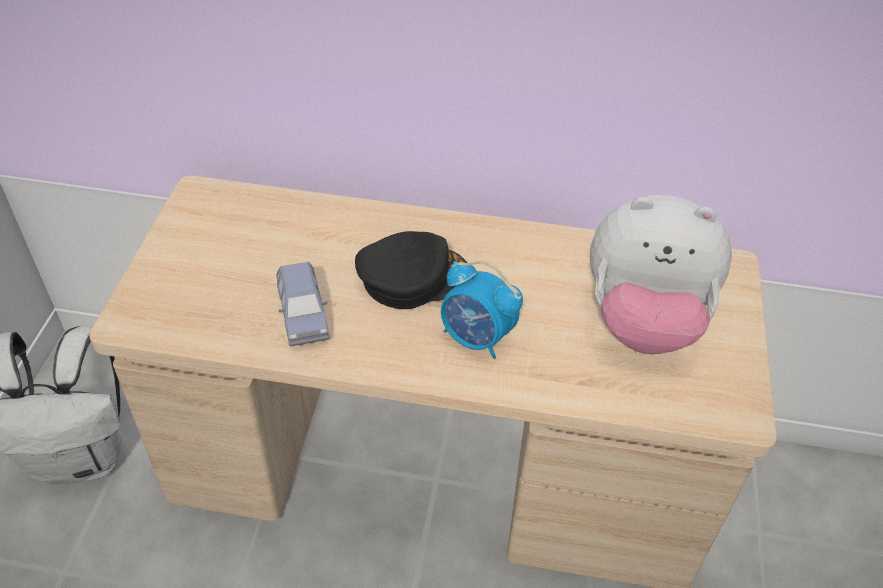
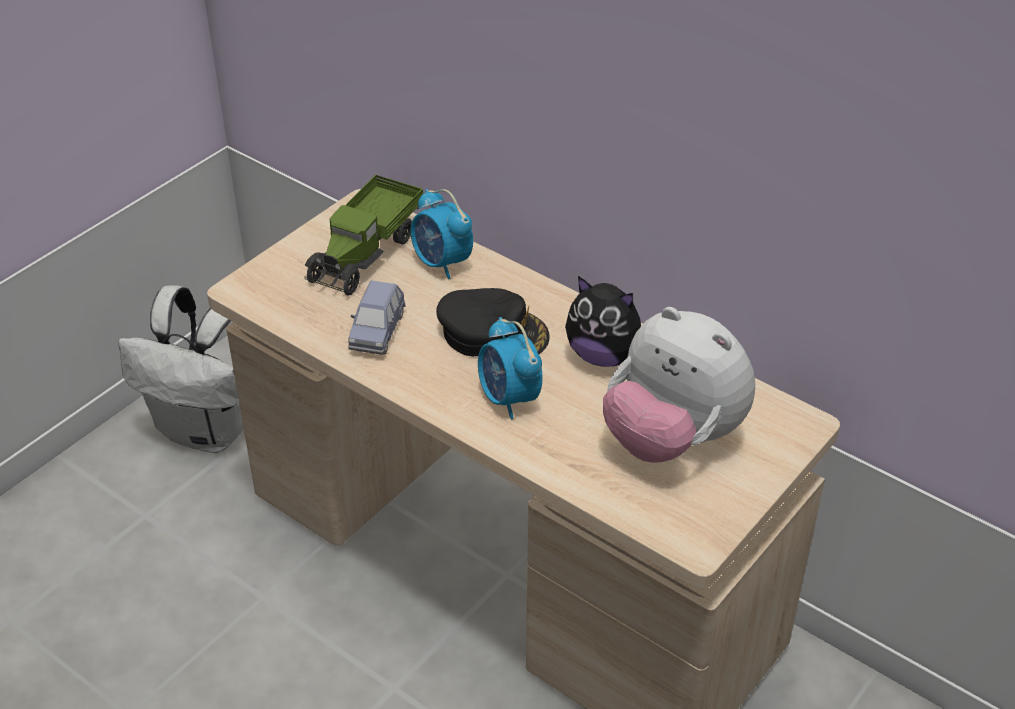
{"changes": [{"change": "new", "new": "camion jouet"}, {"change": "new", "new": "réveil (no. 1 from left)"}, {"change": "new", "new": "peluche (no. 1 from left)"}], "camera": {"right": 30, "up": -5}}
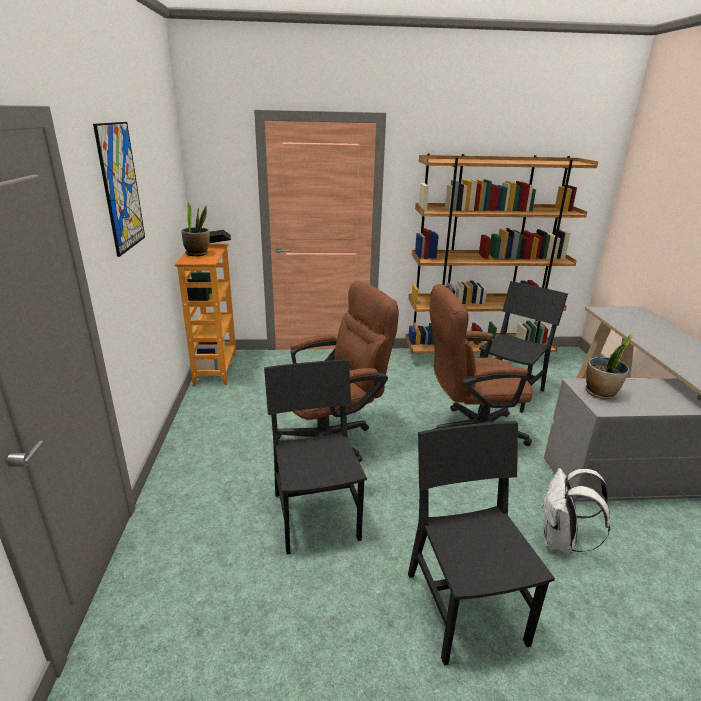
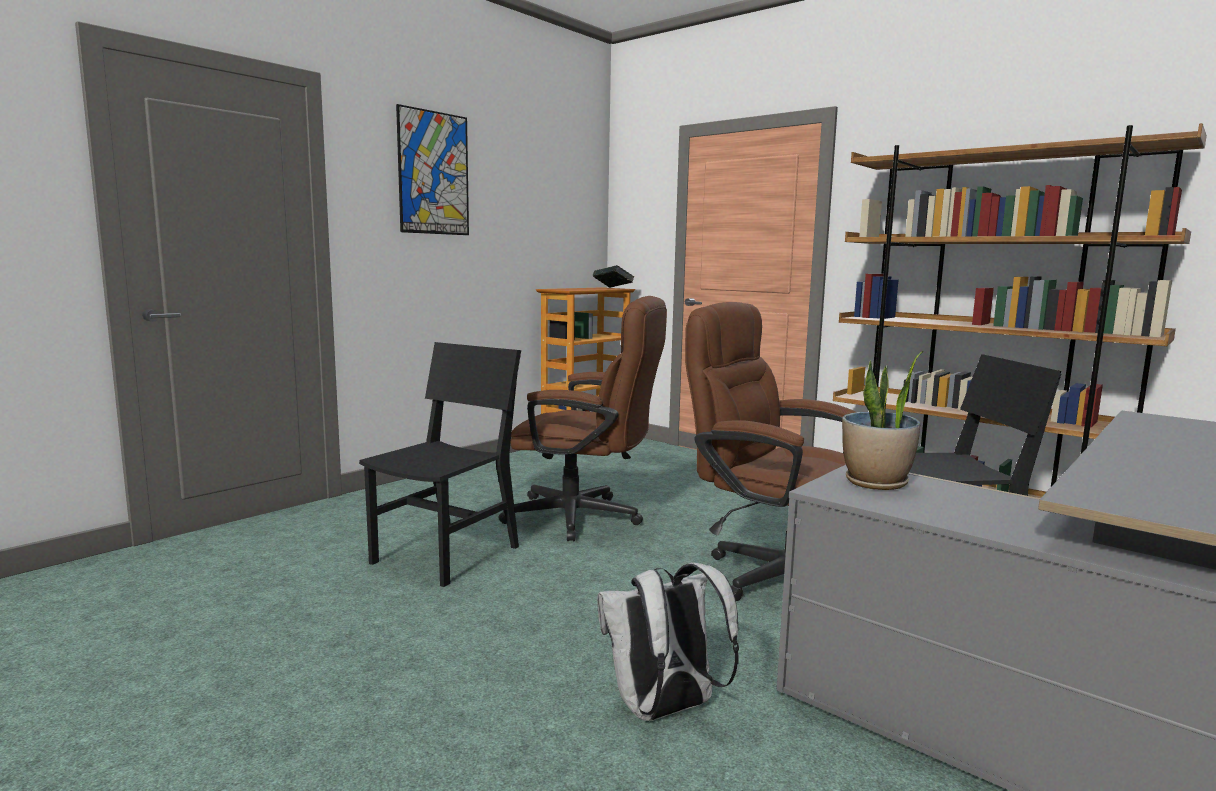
{"changes": [{"change": "gone", "old": "plante en pot (no. 1 from left)"}, {"change": "gone", "old": "chaise (noir) (no. 2 from left)"}], "camera": {"right": 45, "up": -15}}
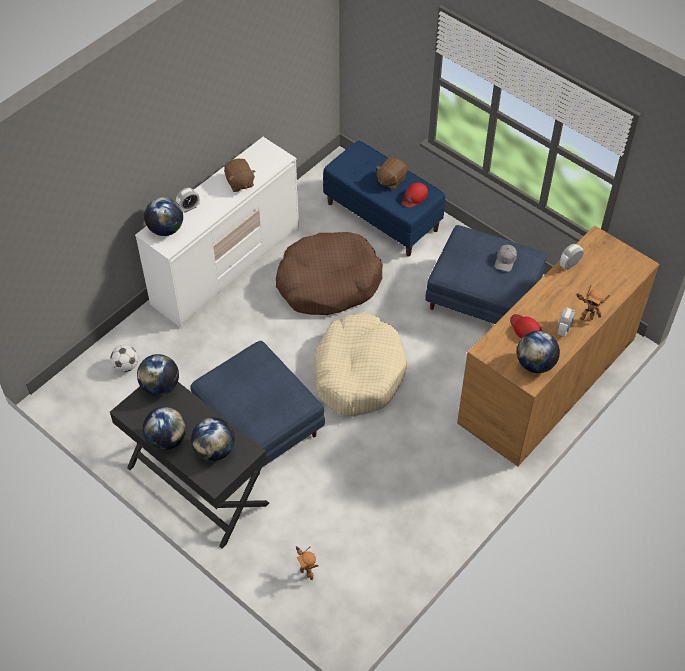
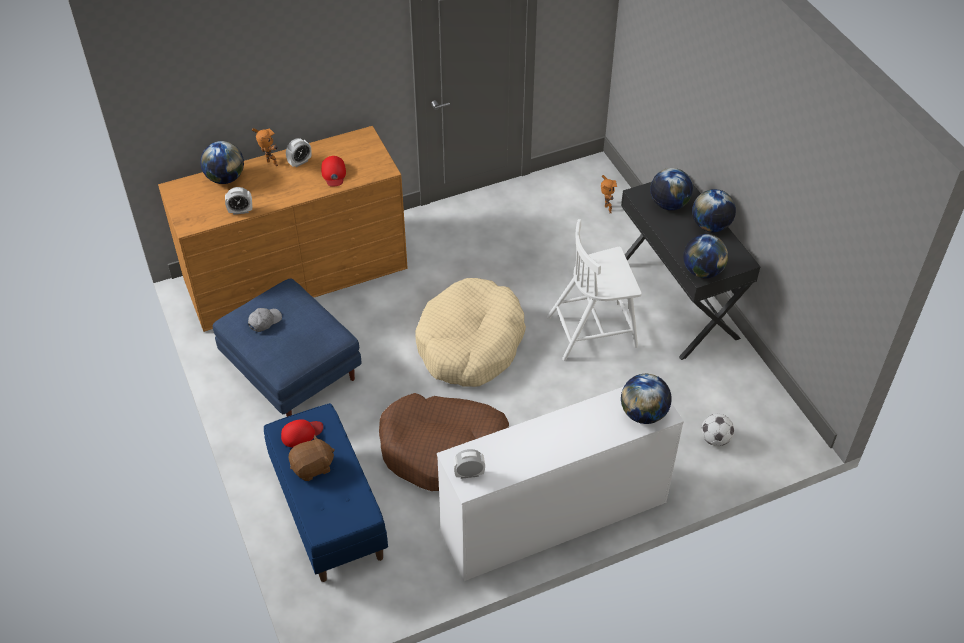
{"changes": [{"change": "gone", "old": "peluche (marron) (no. 1 from left)"}, {"change": "shifted", "old": "réveil (no. 1 from left in the first image)", "new": "réveil (no. 3 from left)"}, {"change": "shifted", "old": "globe (no. 5 from left in the first image)", "new": "globe (no. 1 from left)"}, {"change": "swapped", "old": "pouf (bleu) (no. 1 from left)", "new": "chaise (blanc)"}], "camera": {"right": -155, "up": -5}}
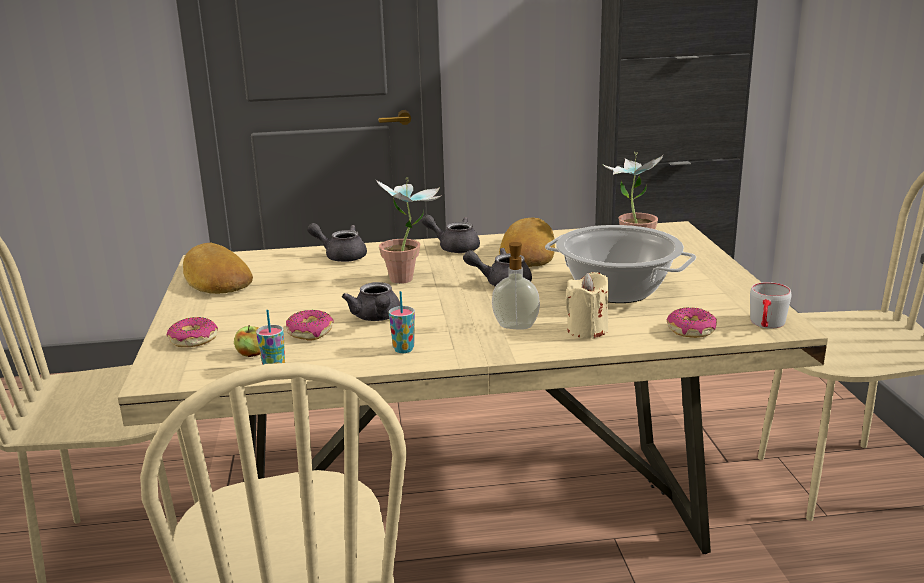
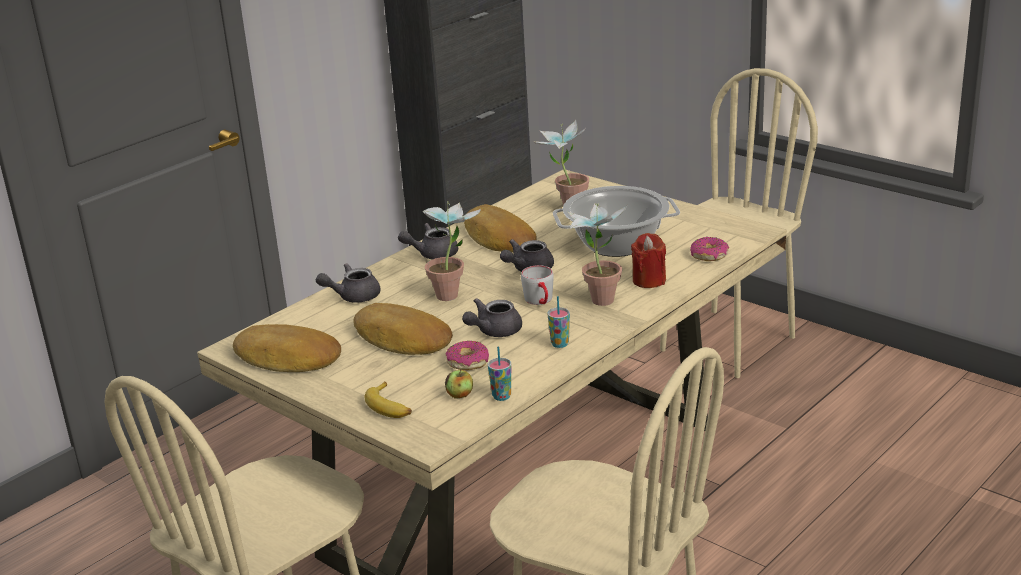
{"changes": [{"change": "new", "new": "pain (no. 2 from left)"}, {"change": "shifted", "old": "mug (gris)"}, {"change": "swapped", "old": "beignet (no. 1 from left)", "new": "banane"}, {"change": "swapped", "old": "distributeur de savon", "new": "plante en pot (no. 3 from left)"}, {"change": "repainted", "old": "bougie (beige)", "new": "bougie (rouge)"}, {"change": "rotated", "old": "théière (gris) (no. 2 from left in the first image)", "degrees": 105}], "camera": {"right": -40, "up": 5}}
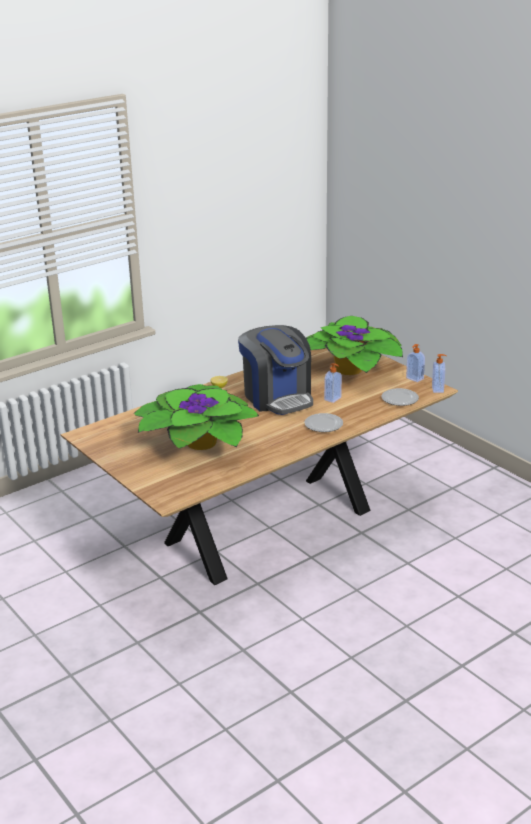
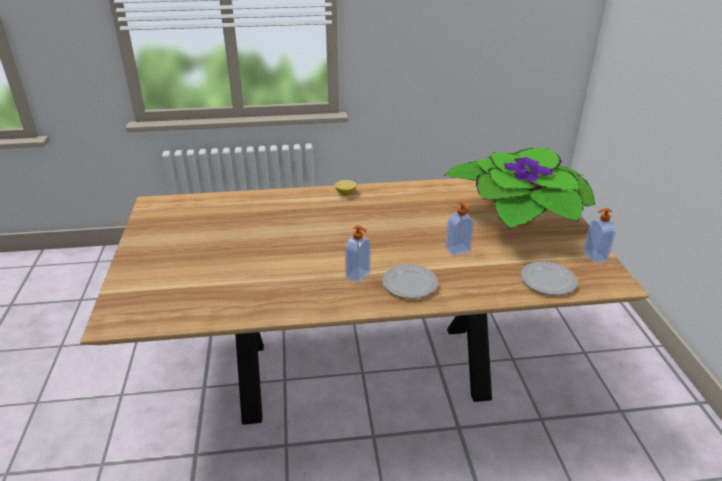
{"changes": [{"change": "gone", "old": "plante en pot (no. 1 from left)"}, {"change": "gone", "old": "machine à café"}, {"change": "shifted", "old": "distributeur de savon (no. 3 from left in the first image)", "new": "distributeur de savon (no. 1 from left)"}], "camera": {"right": 30, "up": 5}}
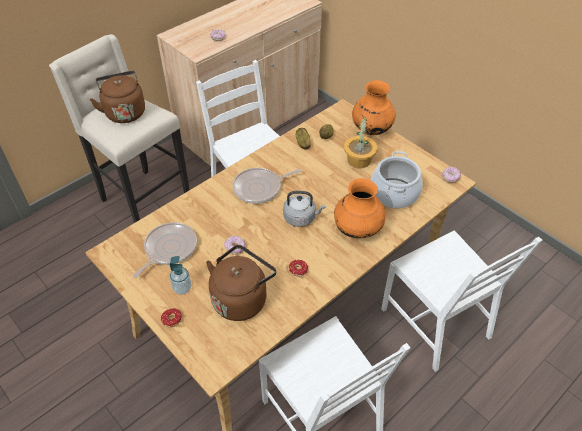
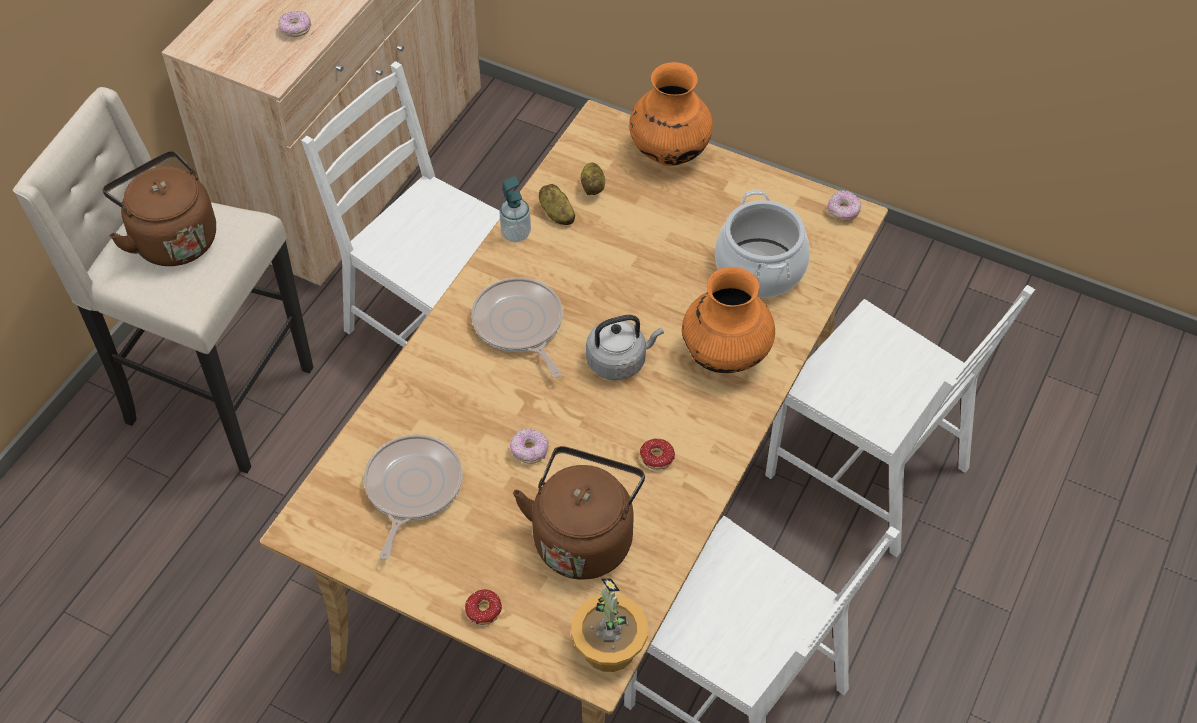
{"changes": [{"change": "shifted", "old": "distributeur de savon"}, {"change": "shifted", "old": "plante en pot"}, {"change": "rotated", "old": "poêle (no. 2 from left)", "degrees": 105}], "camera": {"right": -20, "up": 5}}
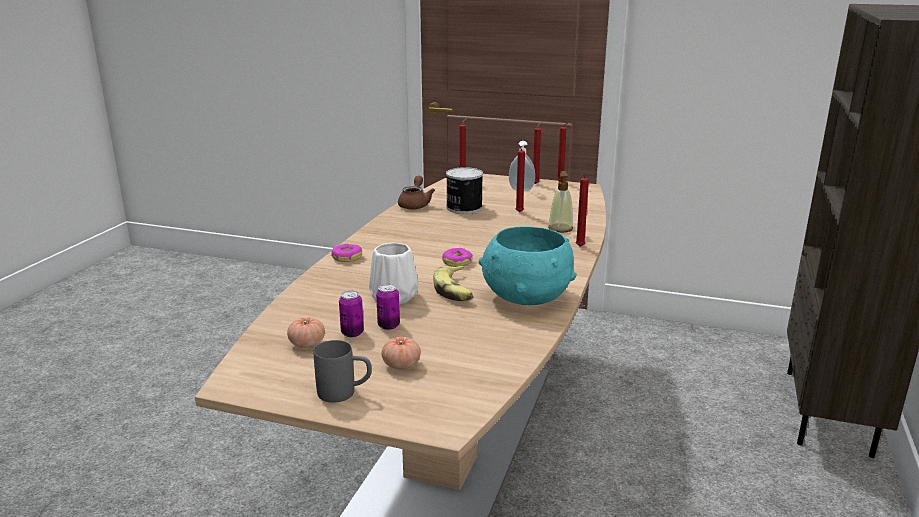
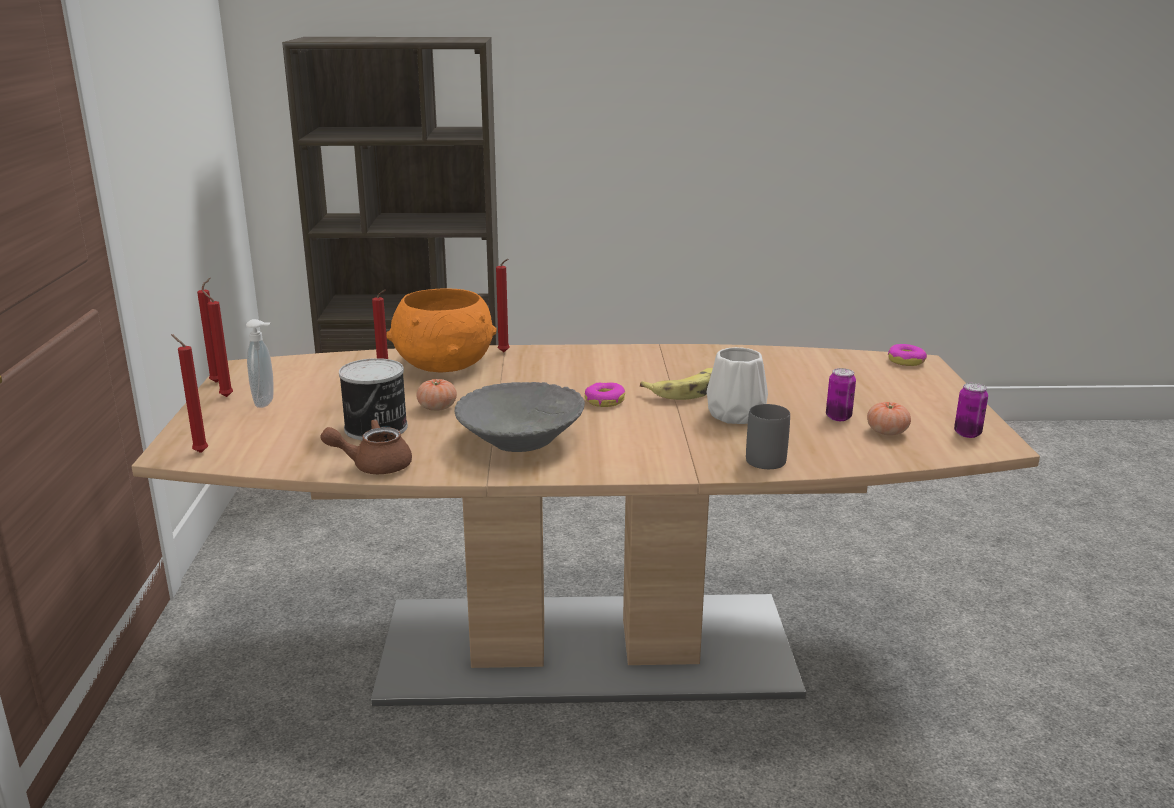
{"changes": [{"change": "gone", "old": "bol (turquoise)"}, {"change": "new", "new": "bol (gris)"}, {"change": "shifted", "old": "mug (gris)"}, {"change": "shifted", "old": "beignet (no. 1 from left in the first image)", "new": "beignet (no. 2 from left)"}, {"change": "shifted", "old": "boîte métallique (no. 2 from left in the first image)", "new": "boîte métallique (no. 3 from left)"}, {"change": "shifted", "old": "tomate (no. 2 from left in the first image)", "new": "tomate (no. 1 from left)"}, {"change": "swapped", "old": "distributeur de savon (no. 2 from left)", "new": "bol (orange)"}], "camera": {"right": -110, "up": 0}}
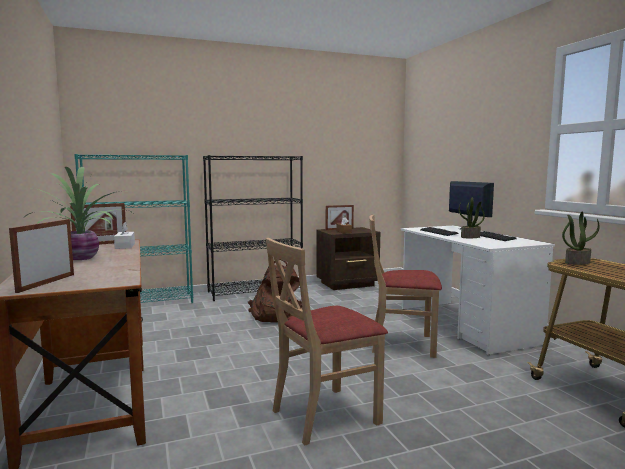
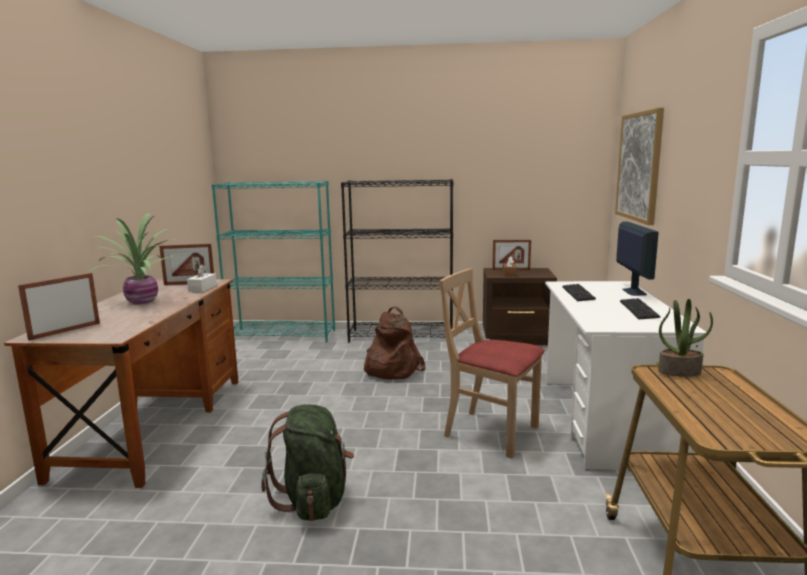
{"changes": [{"change": "gone", "old": "plante en pot (no. 2 from left)"}, {"change": "new", "new": "tableau"}, {"change": "swapped", "old": "chaise (beige) (no. 1 from left)", "new": "sac à dos (vert)"}], "camera": {"right": 25, "up": 5}}
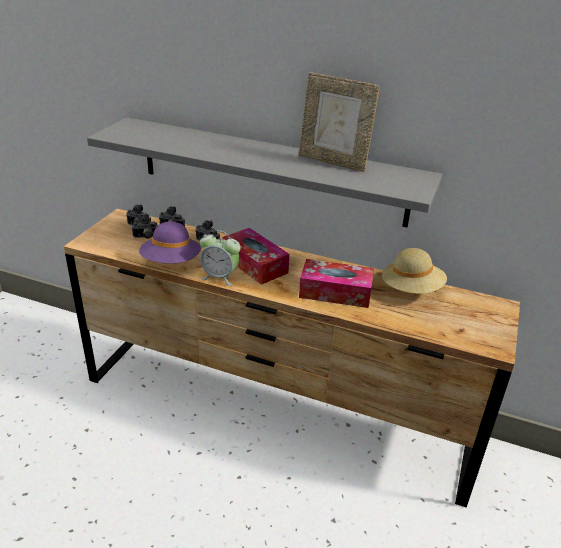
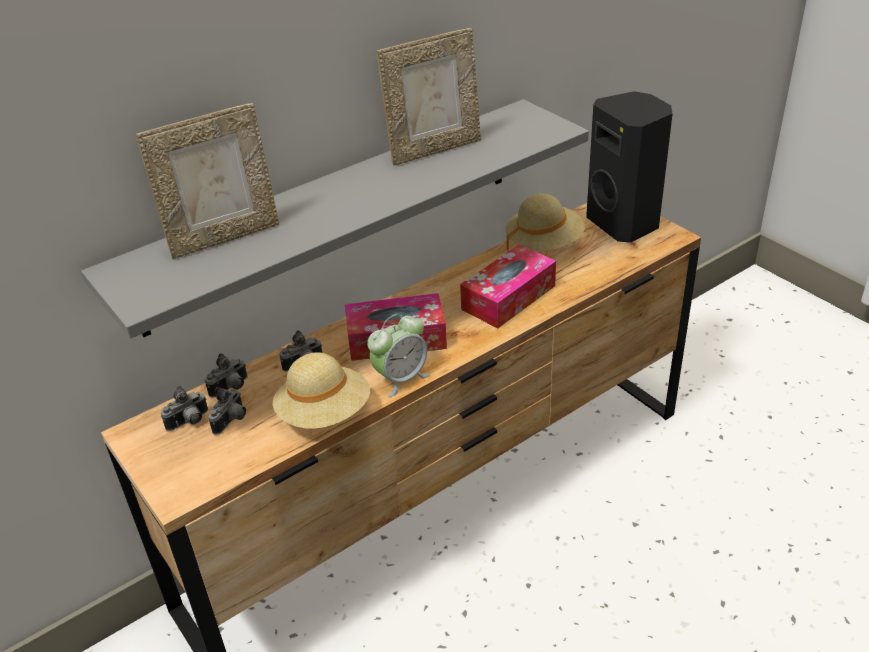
{"changes": [{"change": "new", "new": "cadre photo (no. 1 from left)"}, {"change": "new", "new": "enceinte (noir)"}, {"change": "repainted", "old": "chapeau (violet)", "new": "chapeau (beige) (no. 1 from left)"}], "camera": {"right": -55, "up": 5}}
